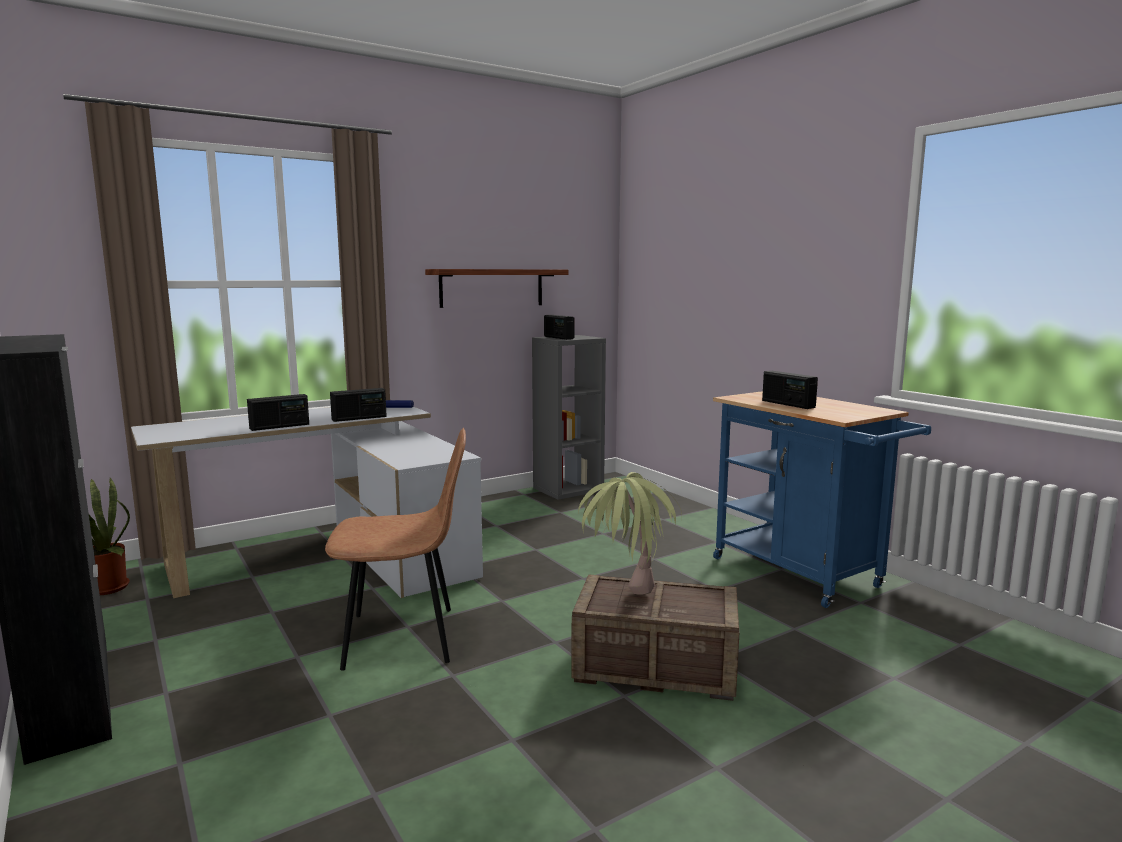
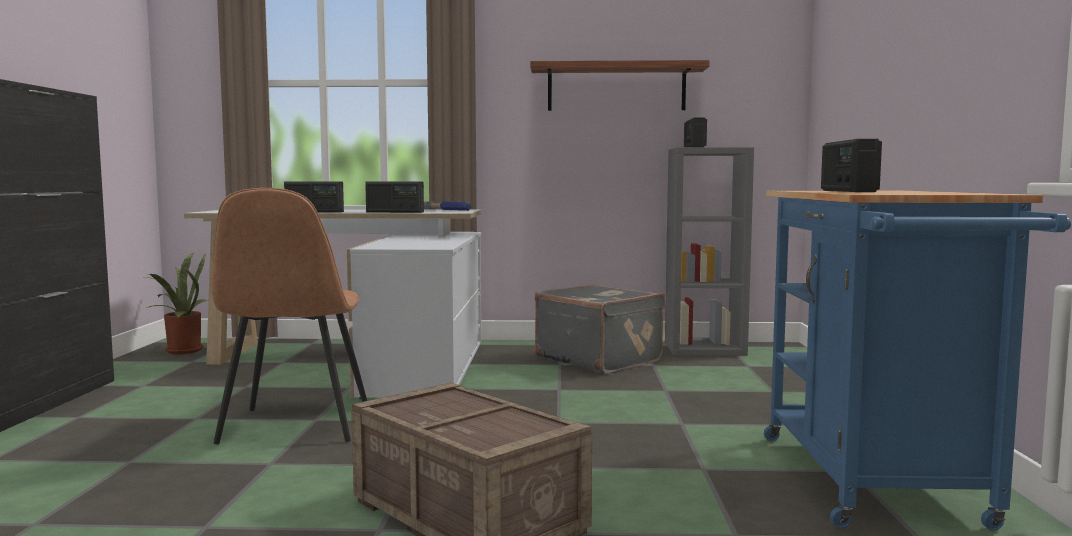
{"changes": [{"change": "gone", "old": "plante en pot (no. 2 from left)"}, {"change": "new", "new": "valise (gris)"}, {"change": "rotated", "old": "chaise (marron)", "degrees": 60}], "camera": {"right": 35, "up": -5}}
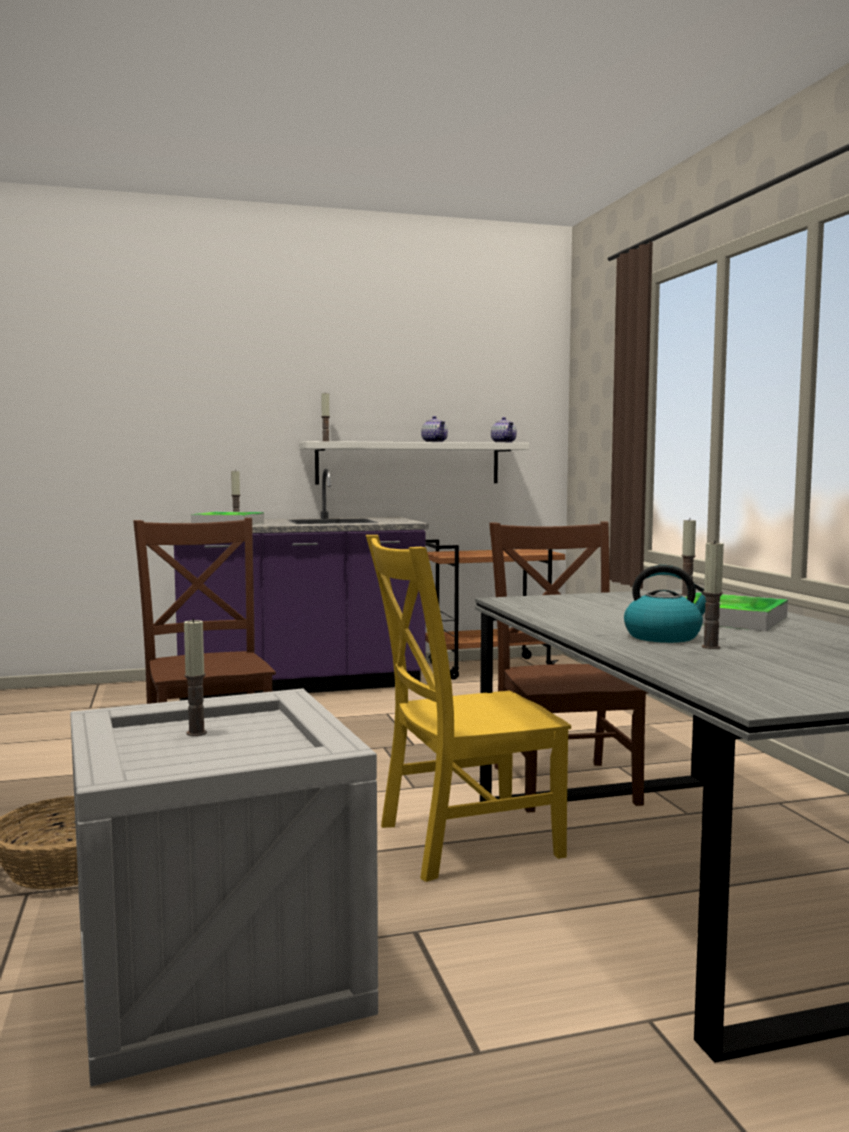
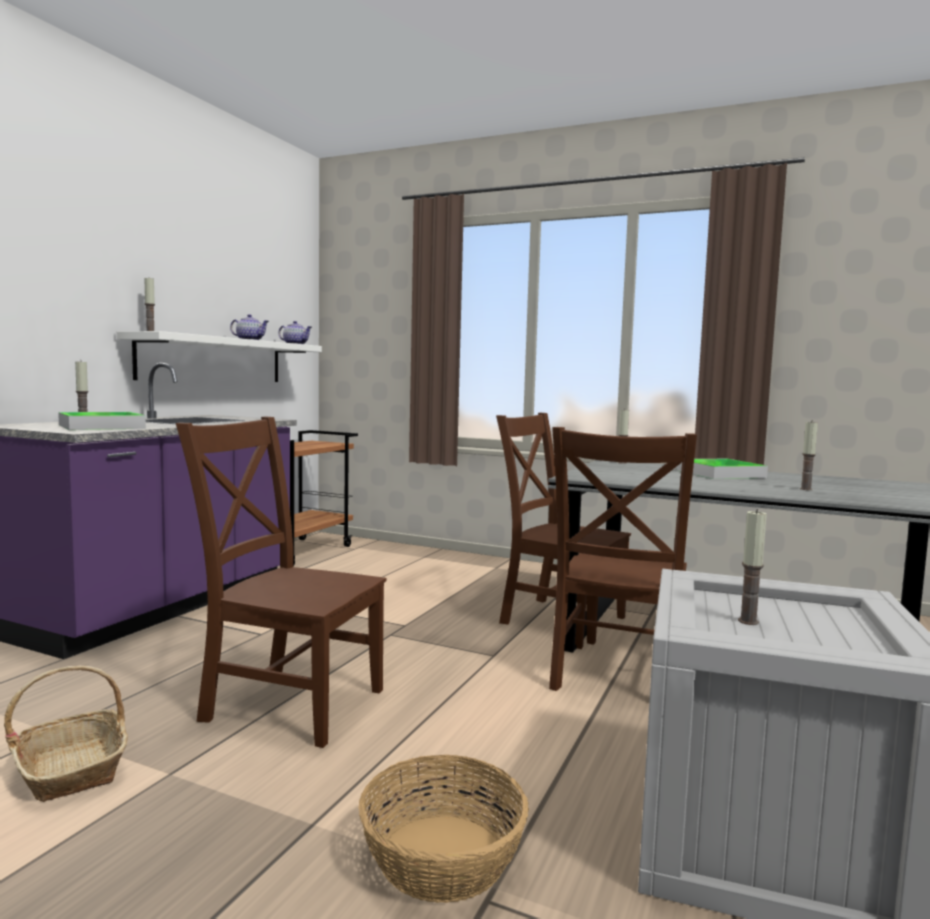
{"changes": [{"change": "gone", "old": "bouilloire"}, {"change": "new", "new": "panier (no. 1 from left)"}, {"change": "repainted", "old": "chaise (jaune)", "new": "chaise (marron) (no. 3 from left)"}], "camera": {"right": -50, "up": 0}}
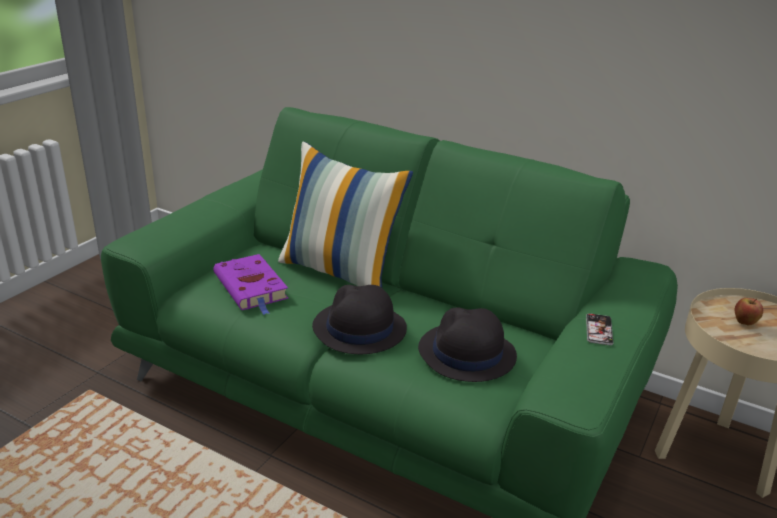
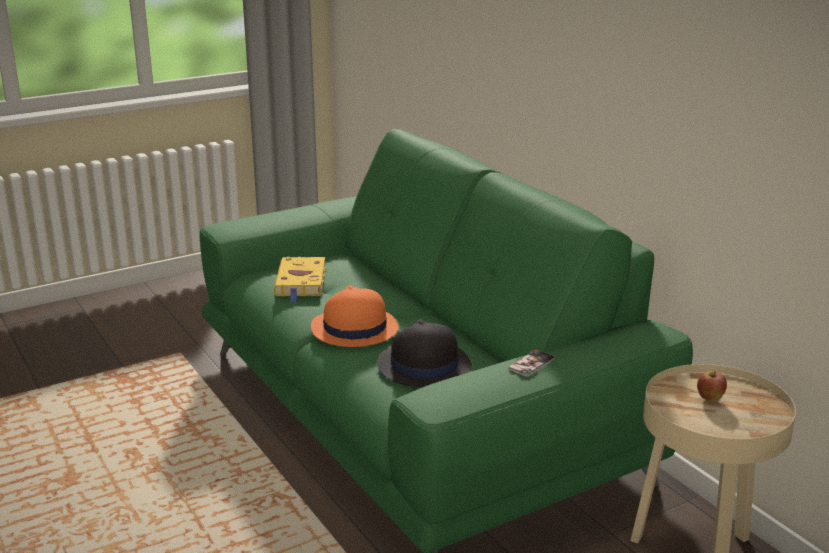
{"changes": [{"change": "gone", "old": "coussin"}, {"change": "repainted", "old": "livre (violet)", "new": "livre (jaune)"}, {"change": "repainted", "old": "chapeau (noir) (no. 1 from left)", "new": "chapeau (orange)"}], "camera": {"right": 30, "up": -5}}
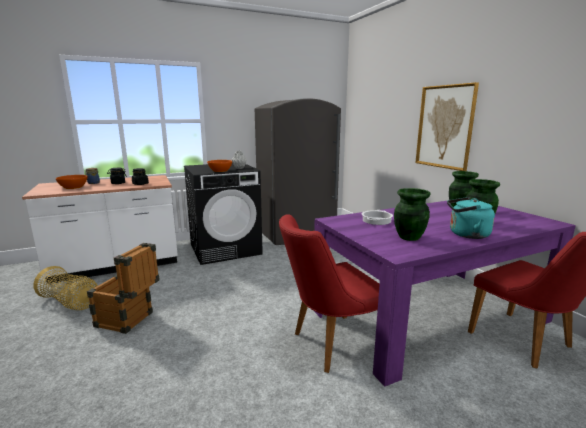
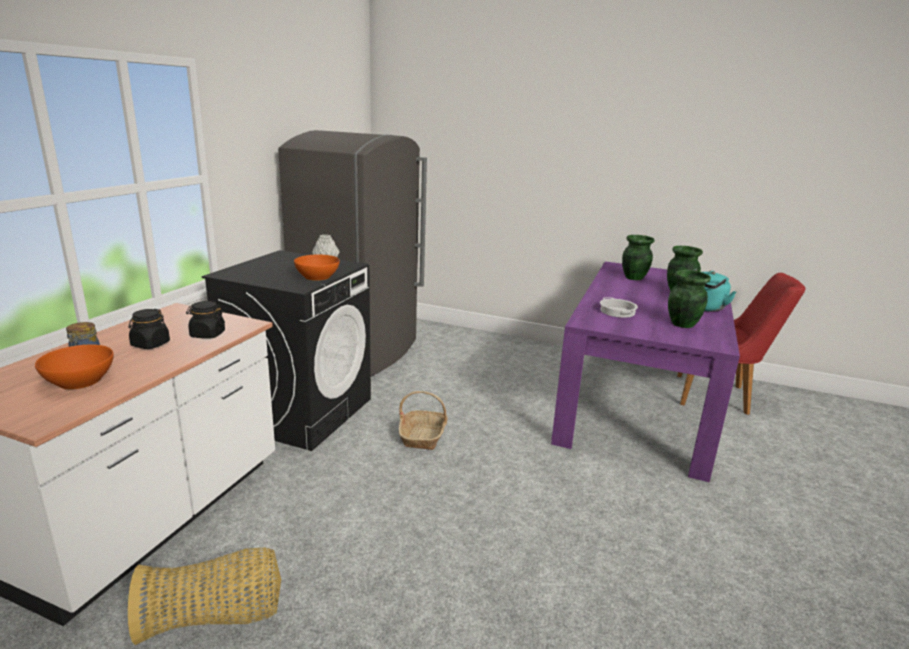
{"changes": [{"change": "gone", "old": "caisse"}, {"change": "gone", "old": "chaise (rouge) (no. 1 from left)"}, {"change": "gone", "old": "tableau"}, {"change": "new", "new": "panier (no. 2 from left)"}], "camera": {"right": -45, "up": 5}}
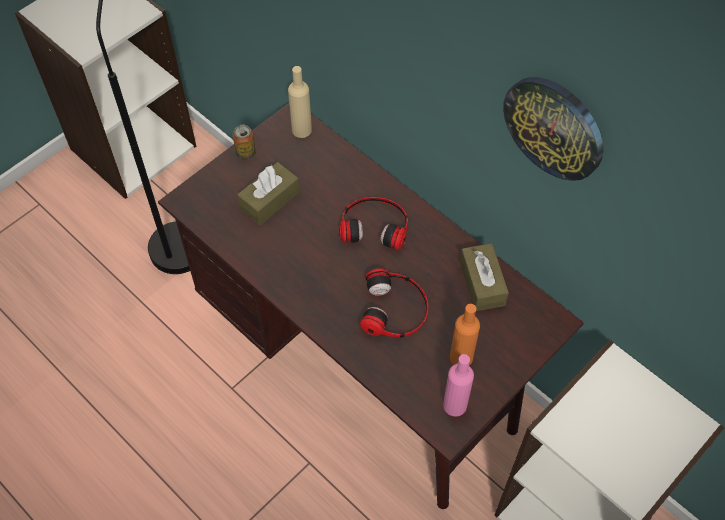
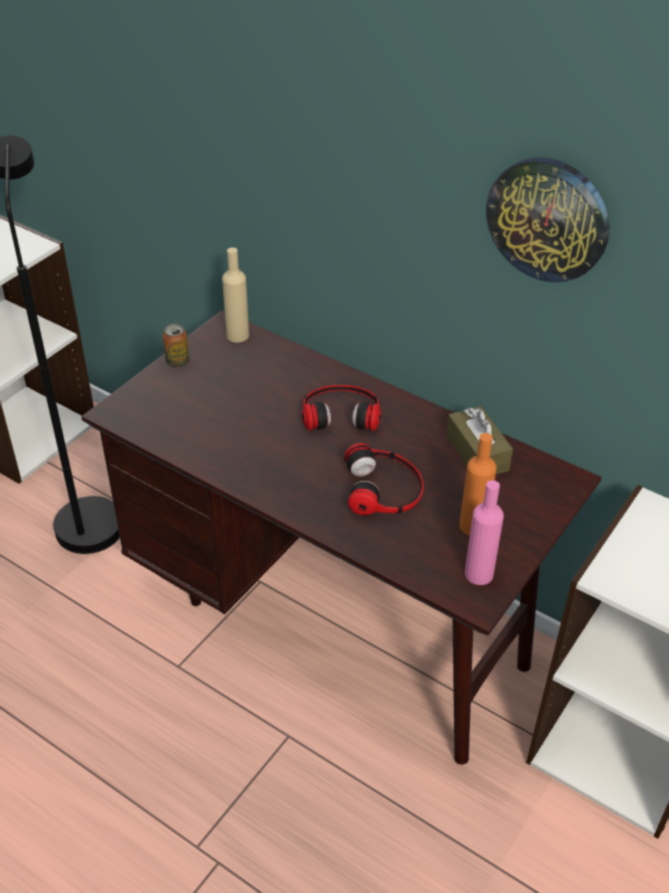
{"changes": [{"change": "gone", "old": "boîte à mouchoirs (marron) (no. 1 from left)"}], "camera": {"right": -10, "up": -15}}
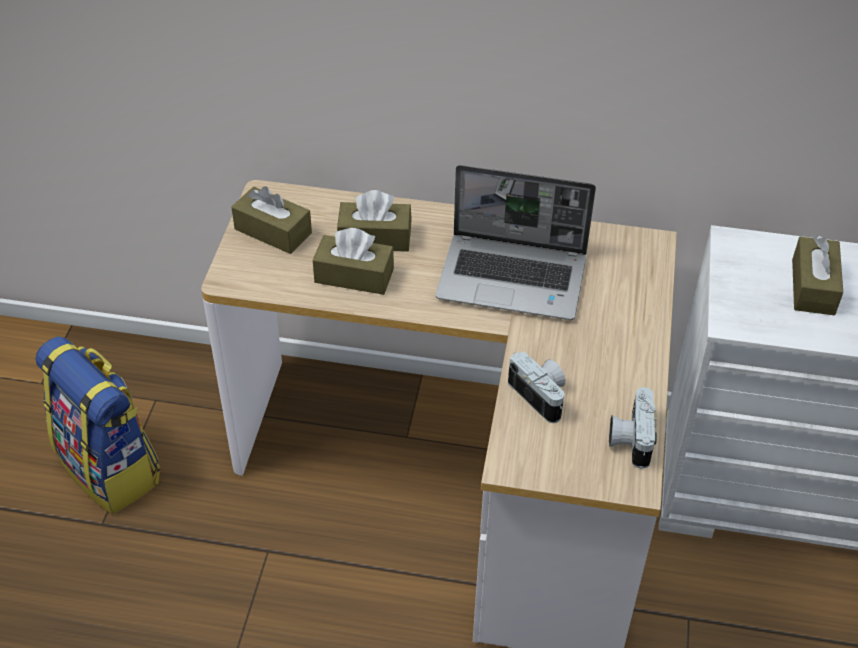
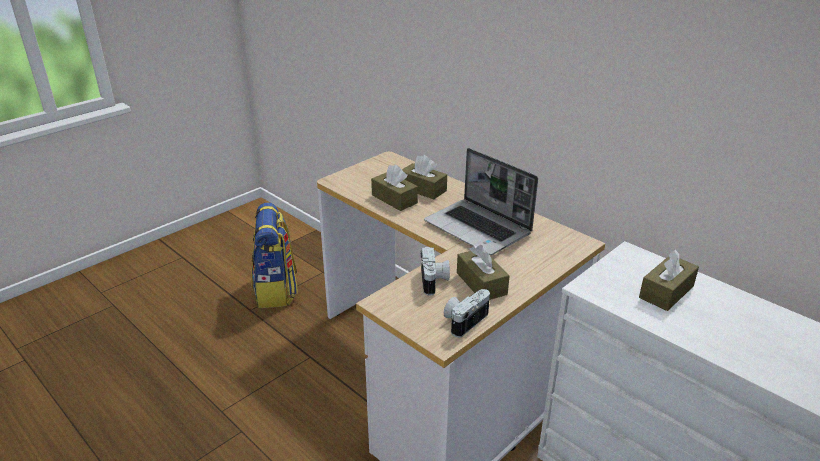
{"changes": [{"change": "shifted", "old": "boîte à mouchoirs (marron) (no. 1 from left in the first image)", "new": "boîte à mouchoirs (marron) (no. 3 from left)"}], "camera": {"right": 35, "up": -15}}
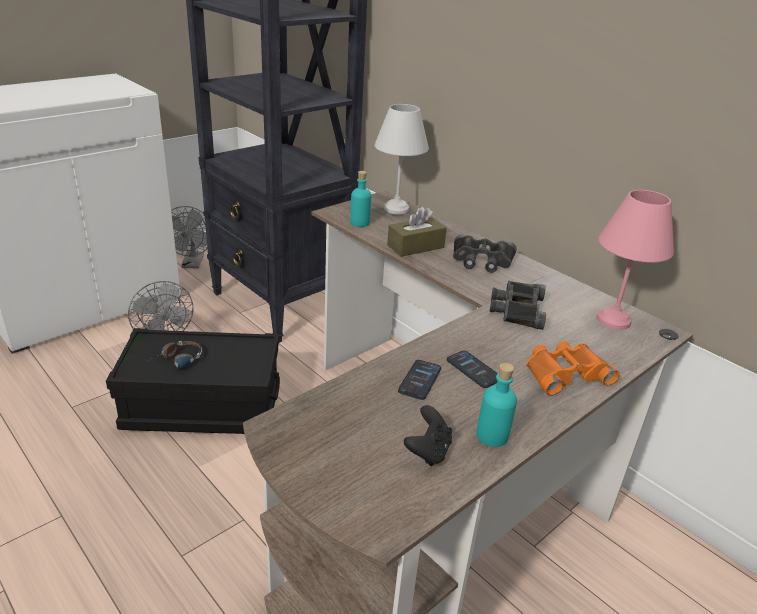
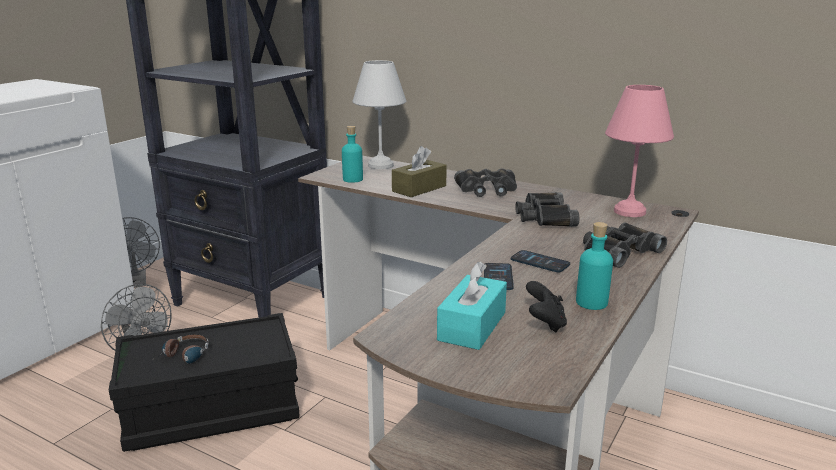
{"changes": [{"change": "new", "new": "boîte à mouchoirs (turquoise)"}, {"change": "repainted", "old": "jumelles (orange)", "new": "jumelles (noir) (no. 3 from left)"}], "camera": {"right": -15, "up": -10}}
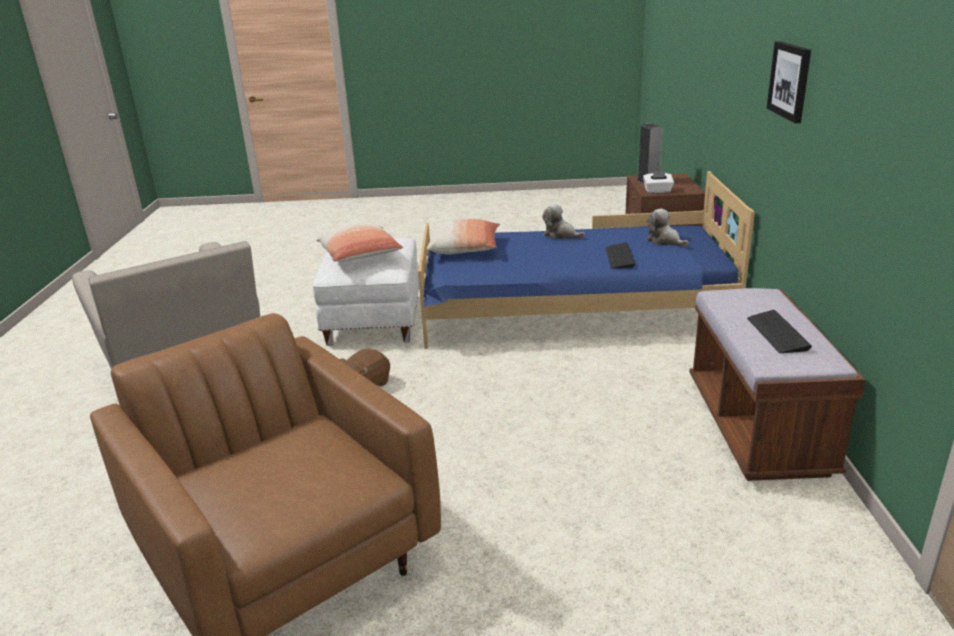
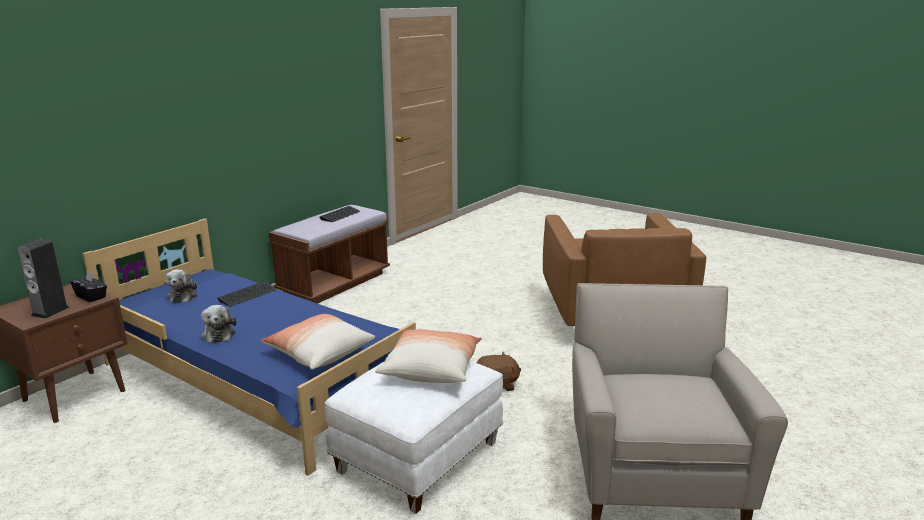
{"changes": [{"change": "gone", "old": "tableau"}, {"change": "repainted", "old": "boîte à mouchoirs (blanc)", "new": "boîte à mouchoirs (noir)"}], "camera": {"right": -145, "up": -5}}
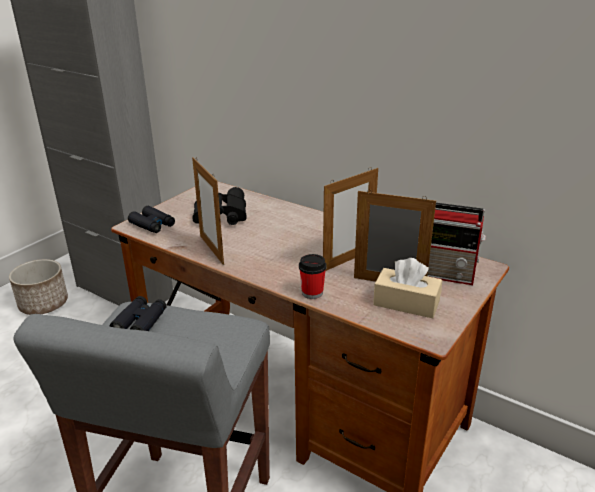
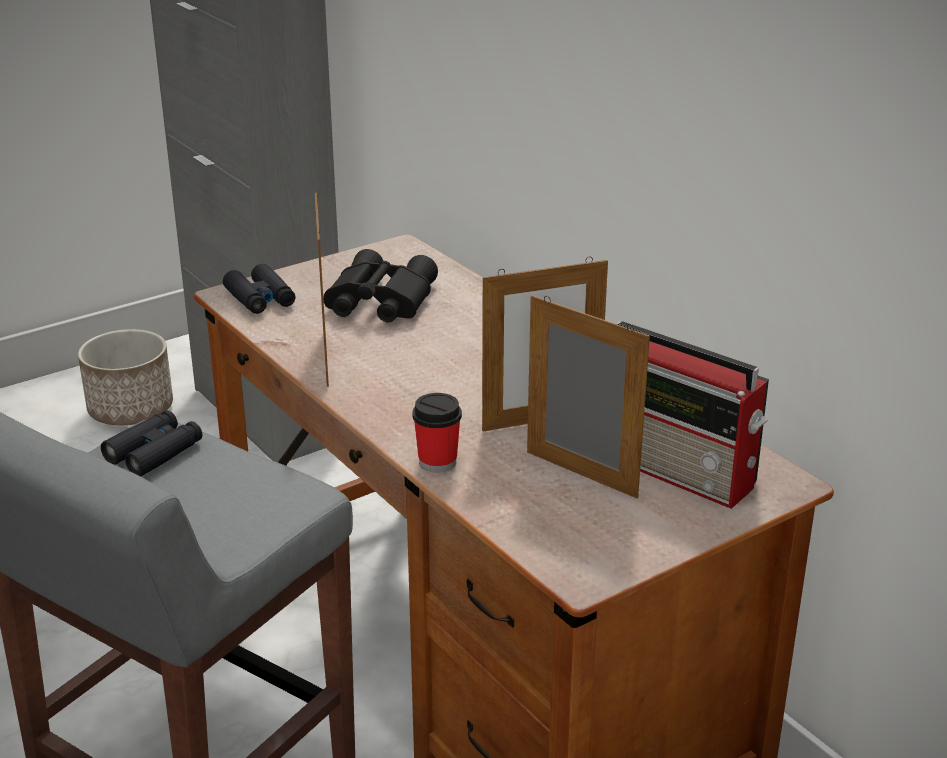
{"changes": [{"change": "gone", "old": "boîte à mouchoirs (beige)"}], "camera": {"right": 20, "up": 0}}
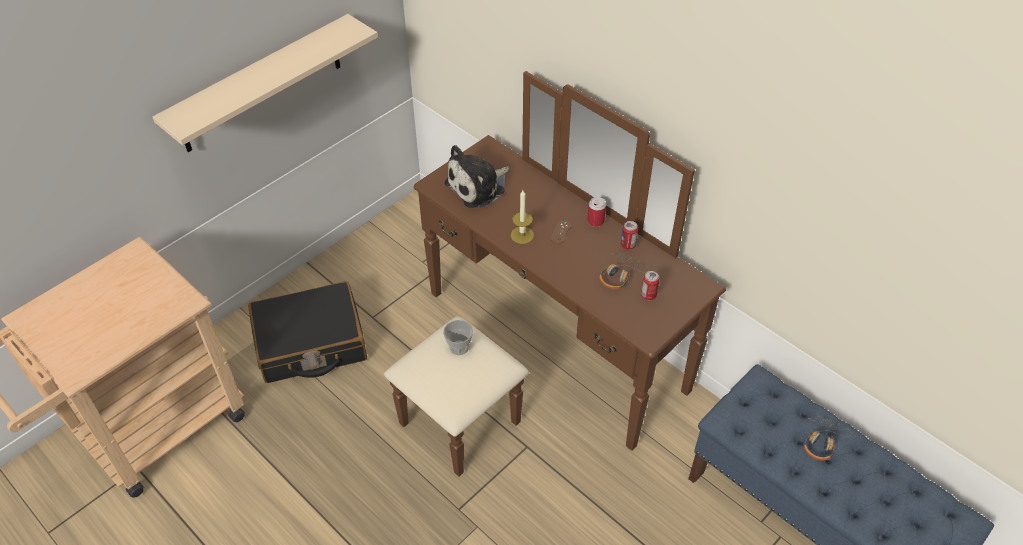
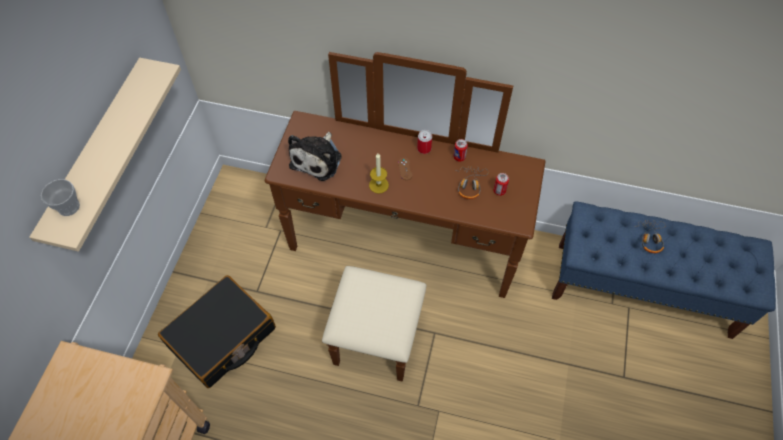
{"changes": [{"change": "shifted", "old": "tasse"}], "camera": {"right": -30, "up": 10}}
